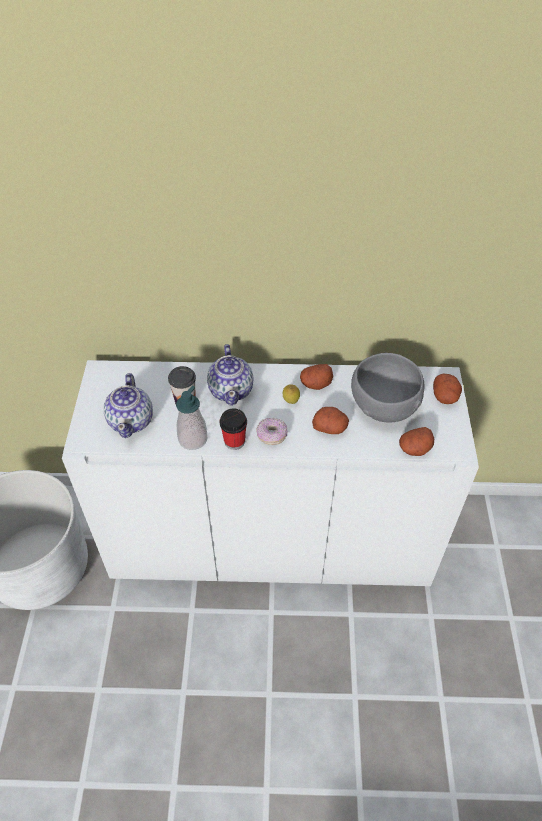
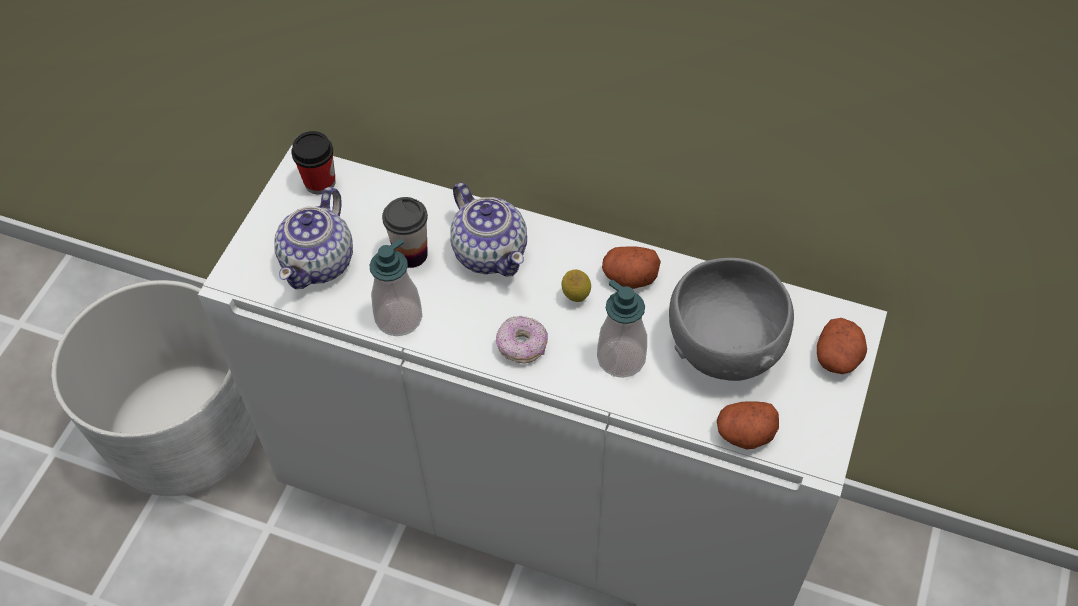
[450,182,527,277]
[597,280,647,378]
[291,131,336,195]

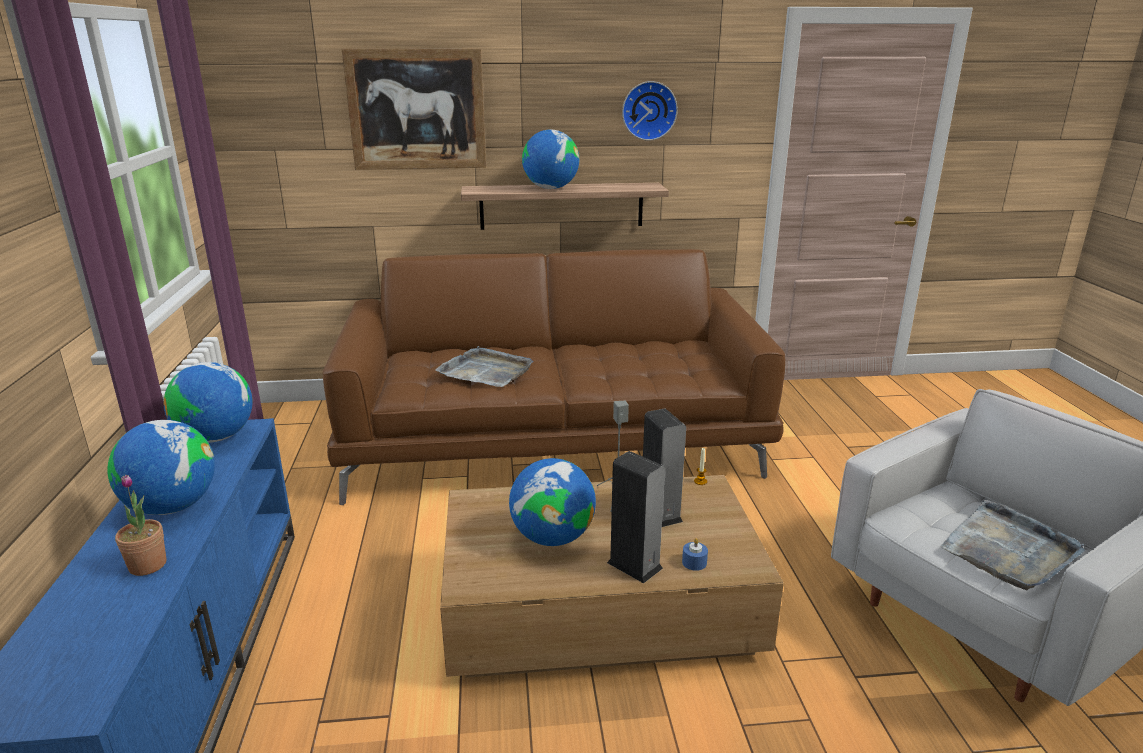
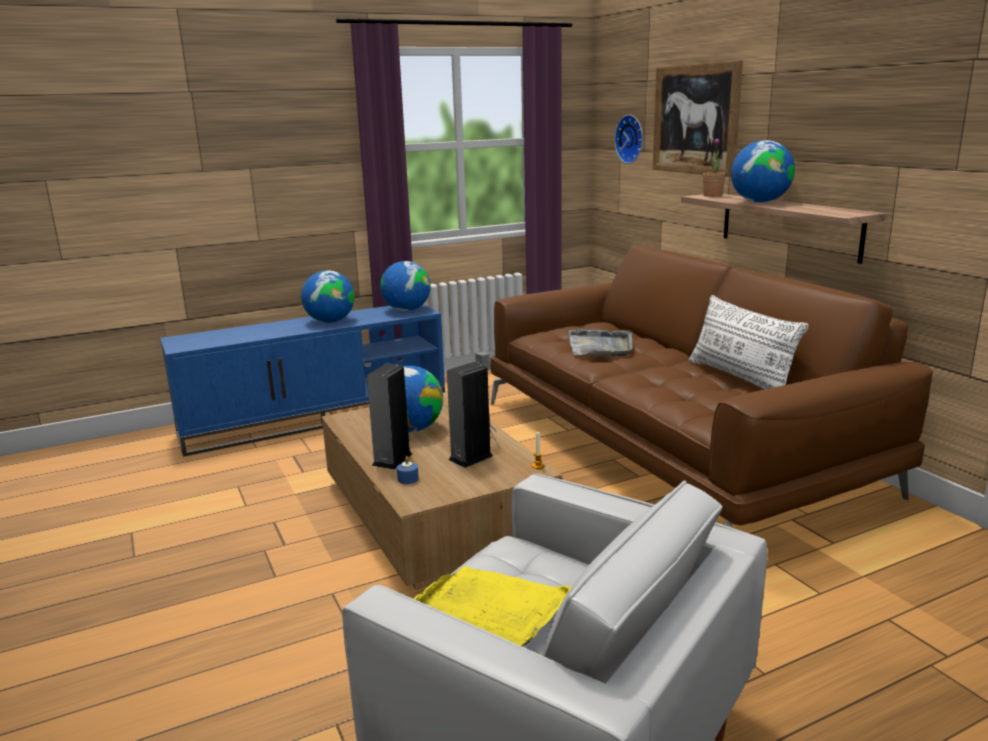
[614,115,643,164]
[703,138,725,197]
[413,566,572,647]
[689,295,809,389]

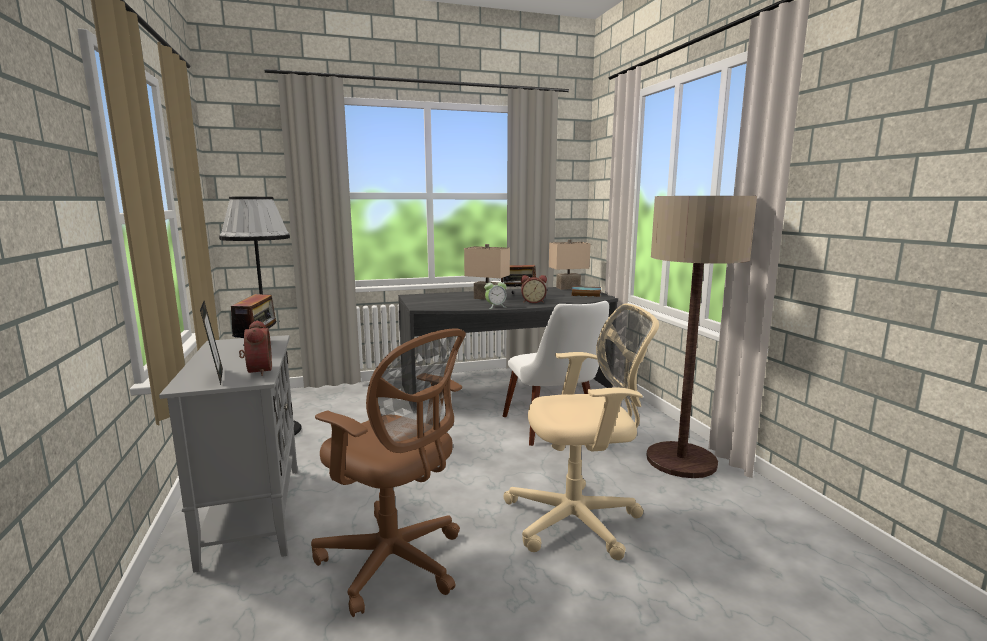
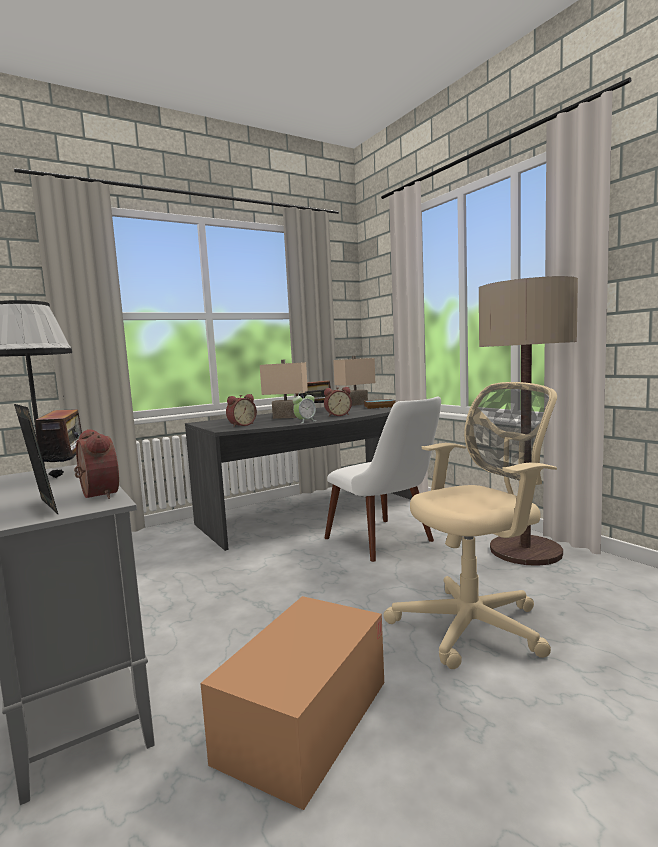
[200,596,384,810]
[226,394,257,427]

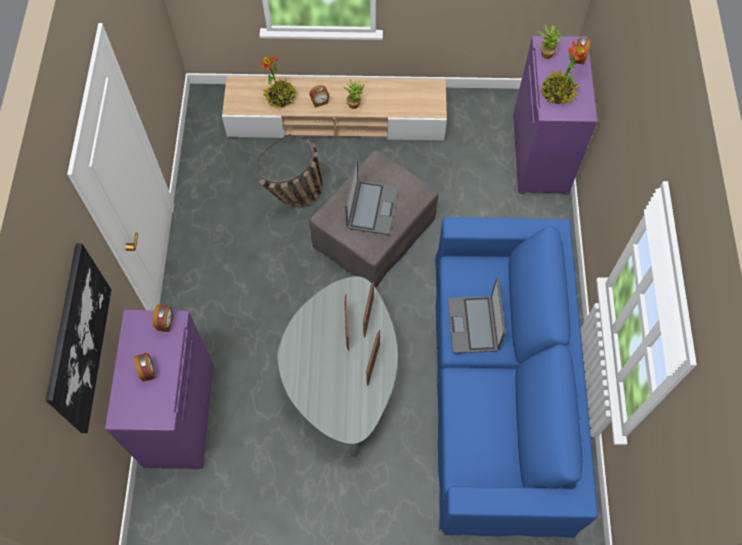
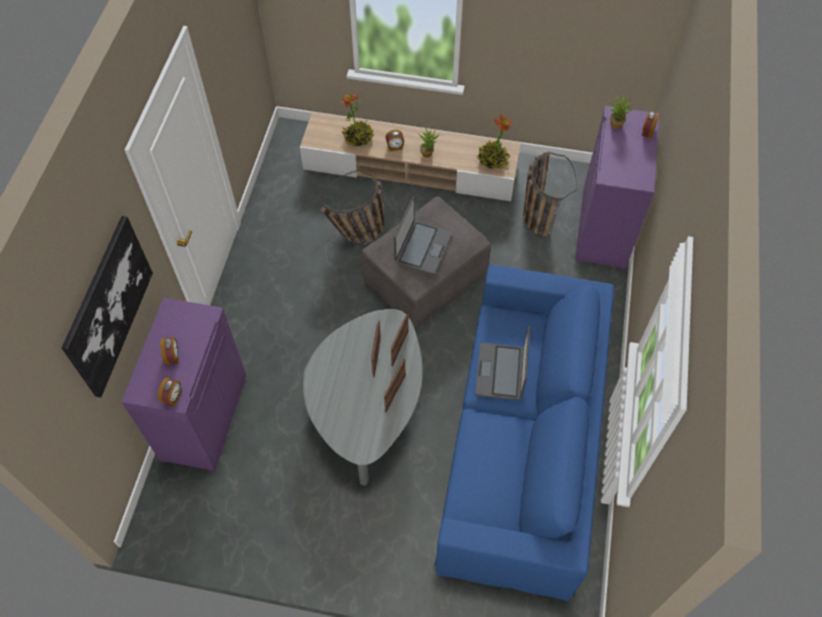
[477,114,512,169]
[158,378,182,407]
[523,152,577,237]

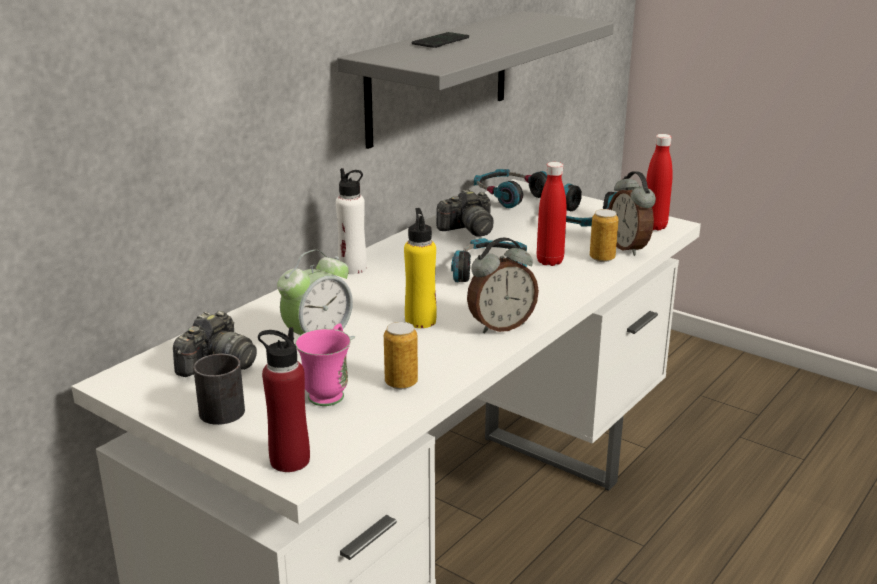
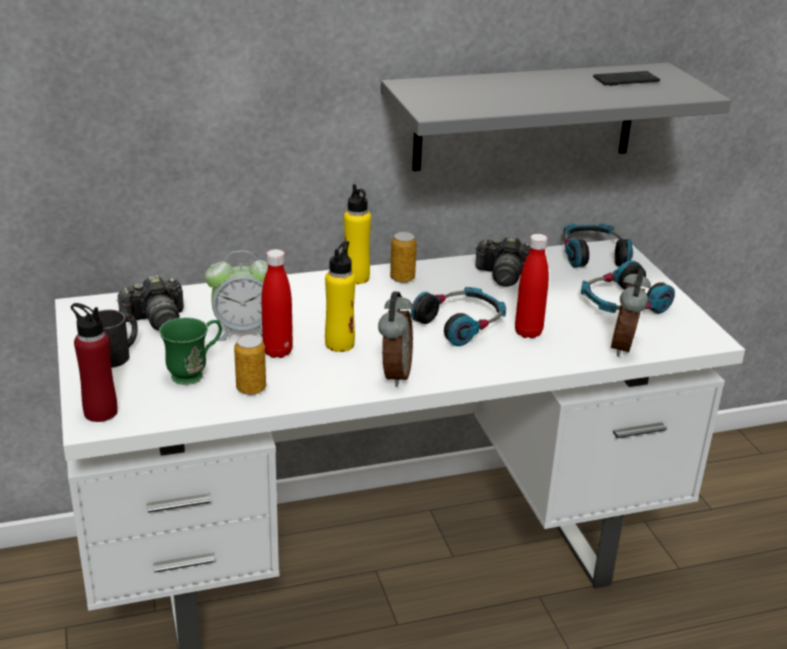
[593,71,660,86]
[261,249,293,358]
[344,184,371,284]
[390,232,417,283]
[378,292,413,387]
[159,318,222,385]

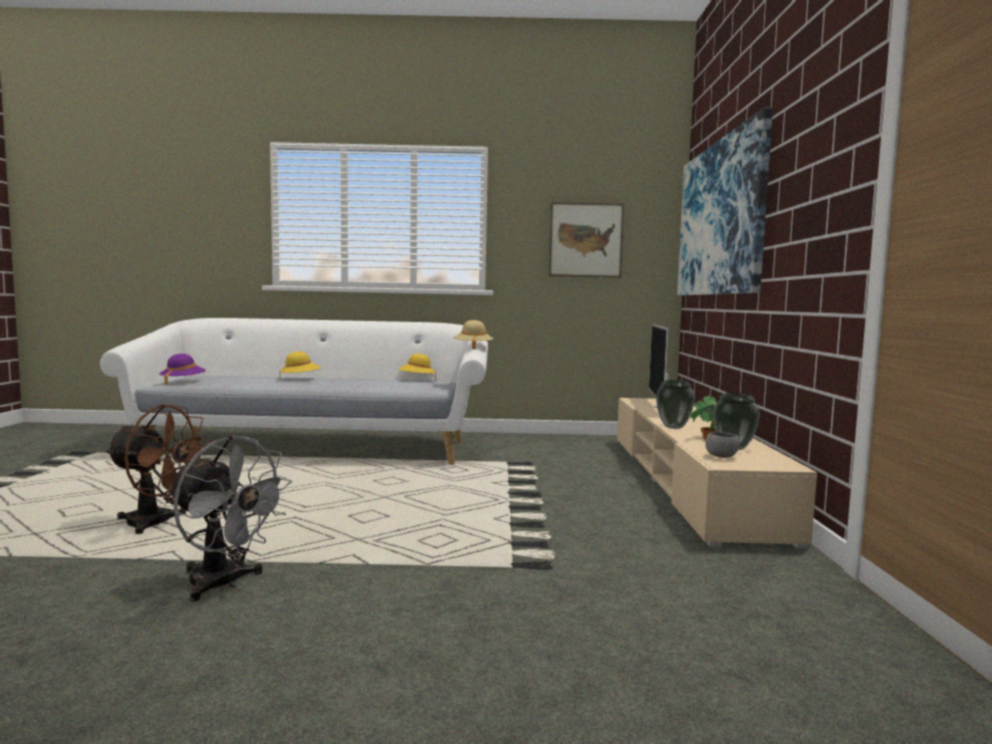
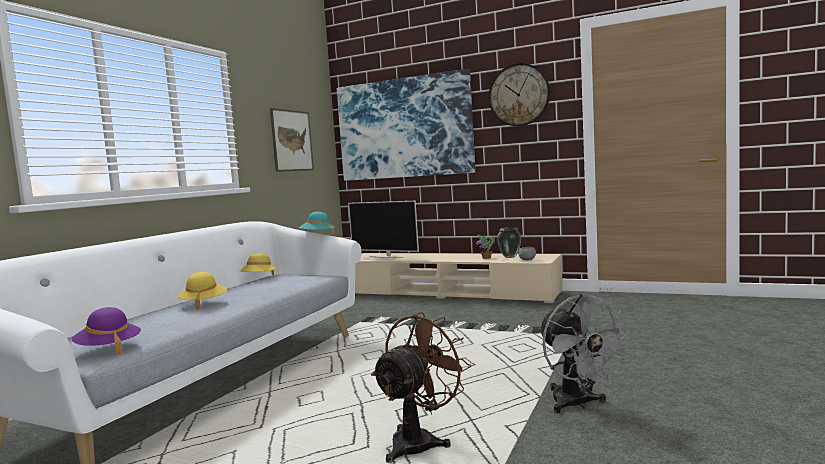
[299,212,335,236]
[656,380,695,429] (first image)
[538,294,629,413]
[488,63,550,126]

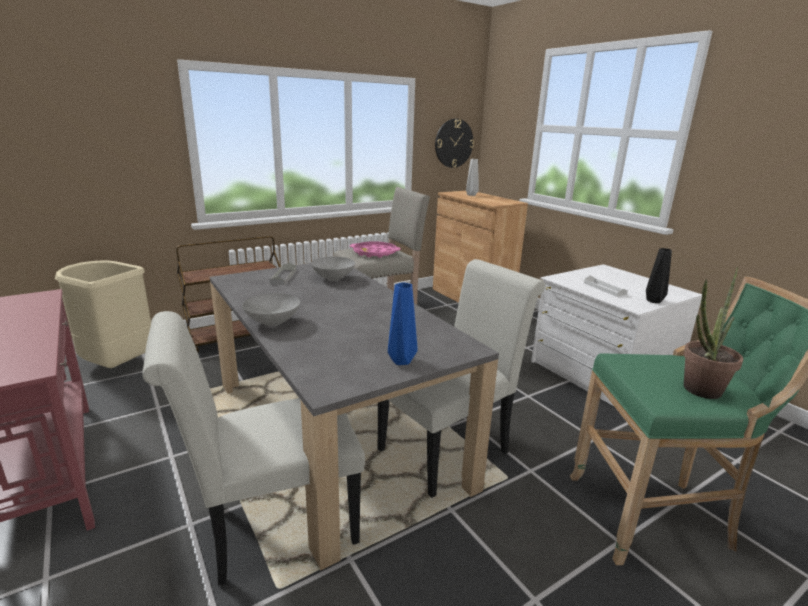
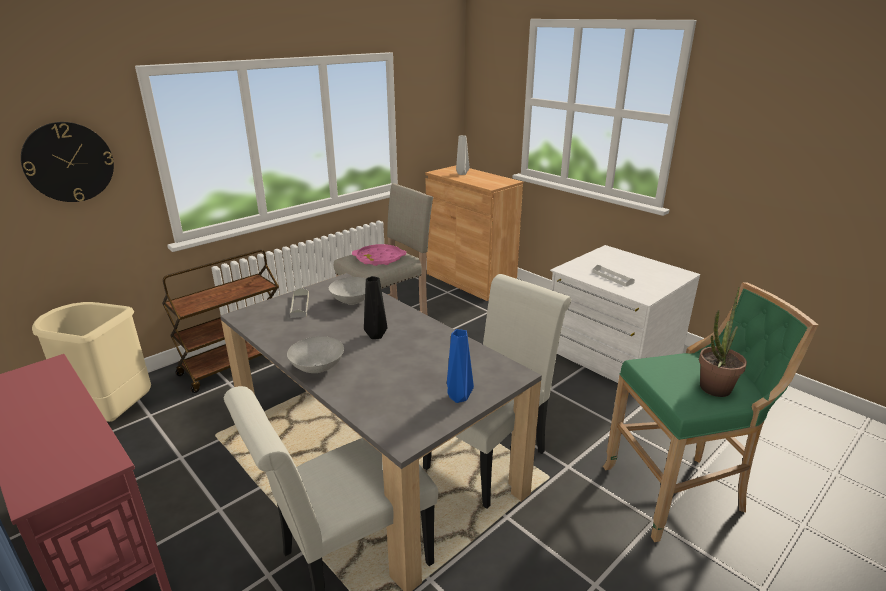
[21,122,114,202]
[364,276,387,339]

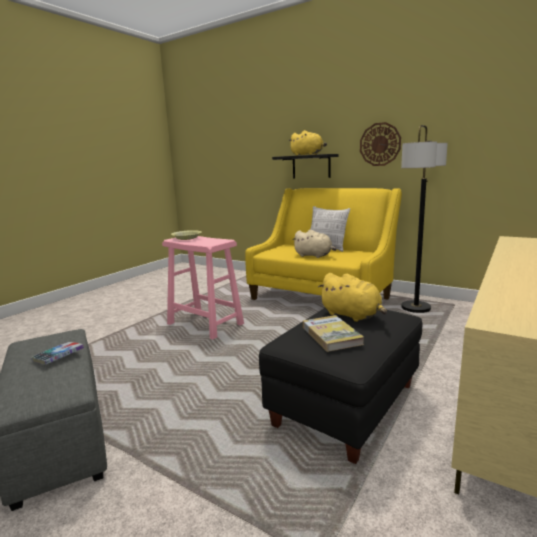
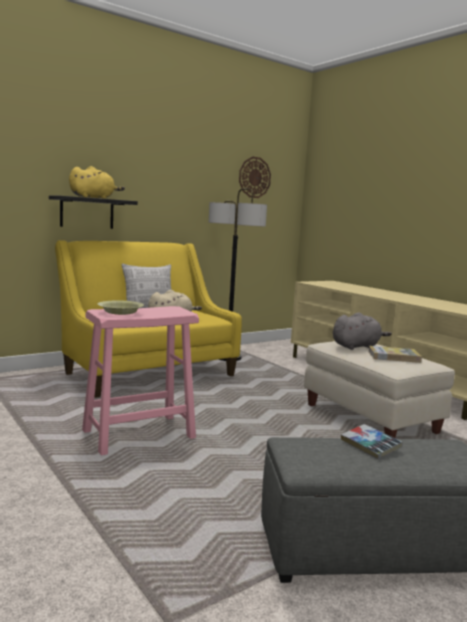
[239,157,271,198]
[333,312,392,350]
[304,341,455,438]

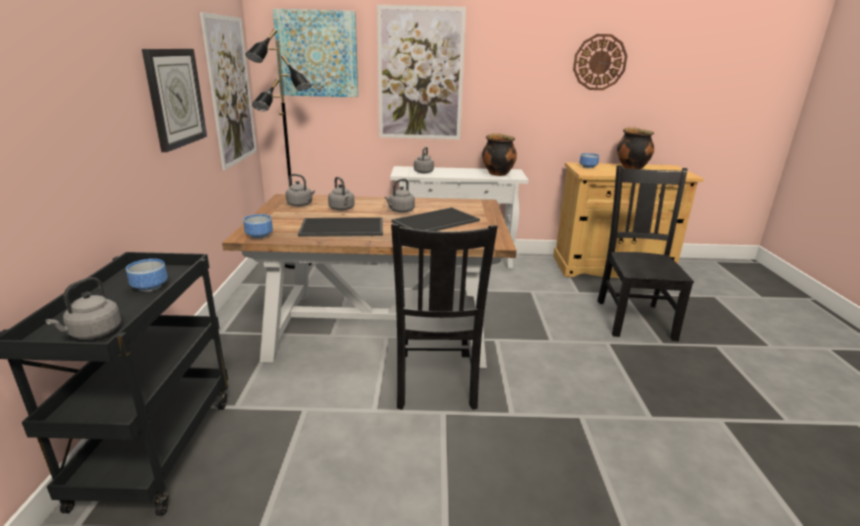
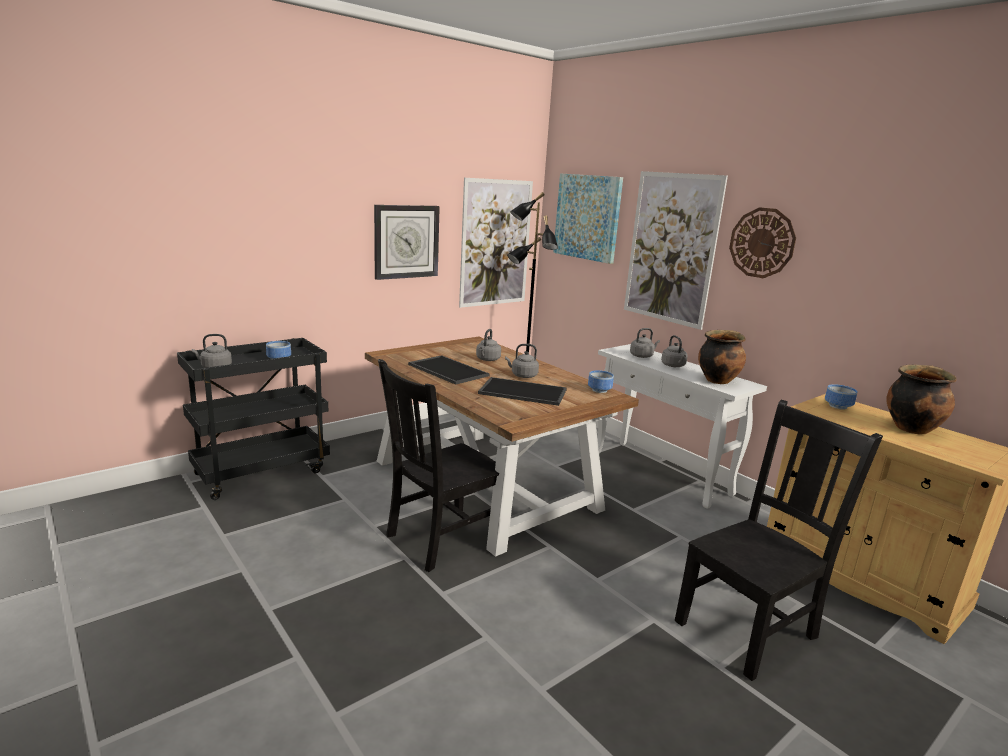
[729,207,796,278]
[661,335,688,367]
[588,370,614,393]

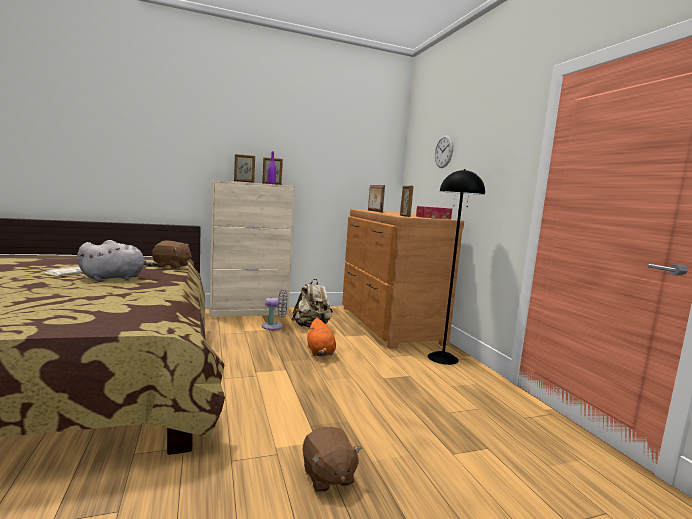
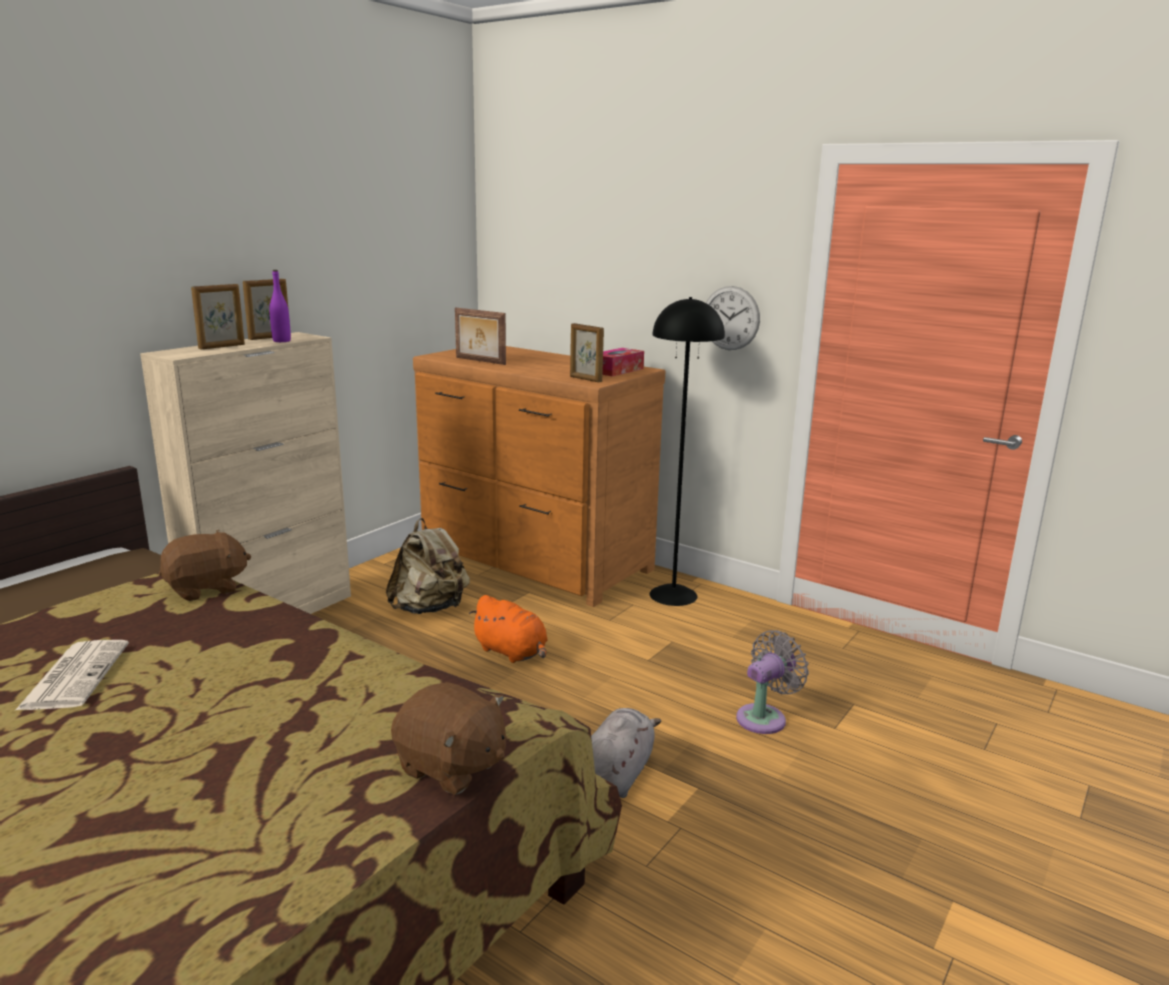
[706,286,760,350]
[591,708,661,798]
[736,630,809,734]
[391,682,506,795]

